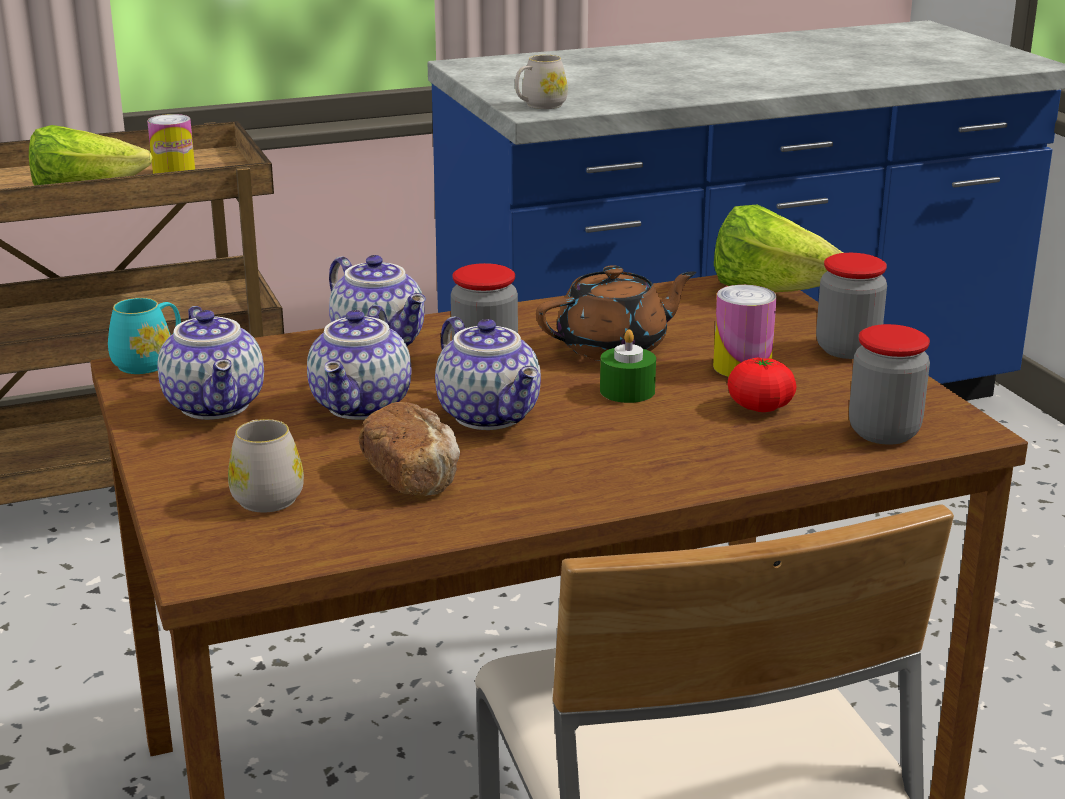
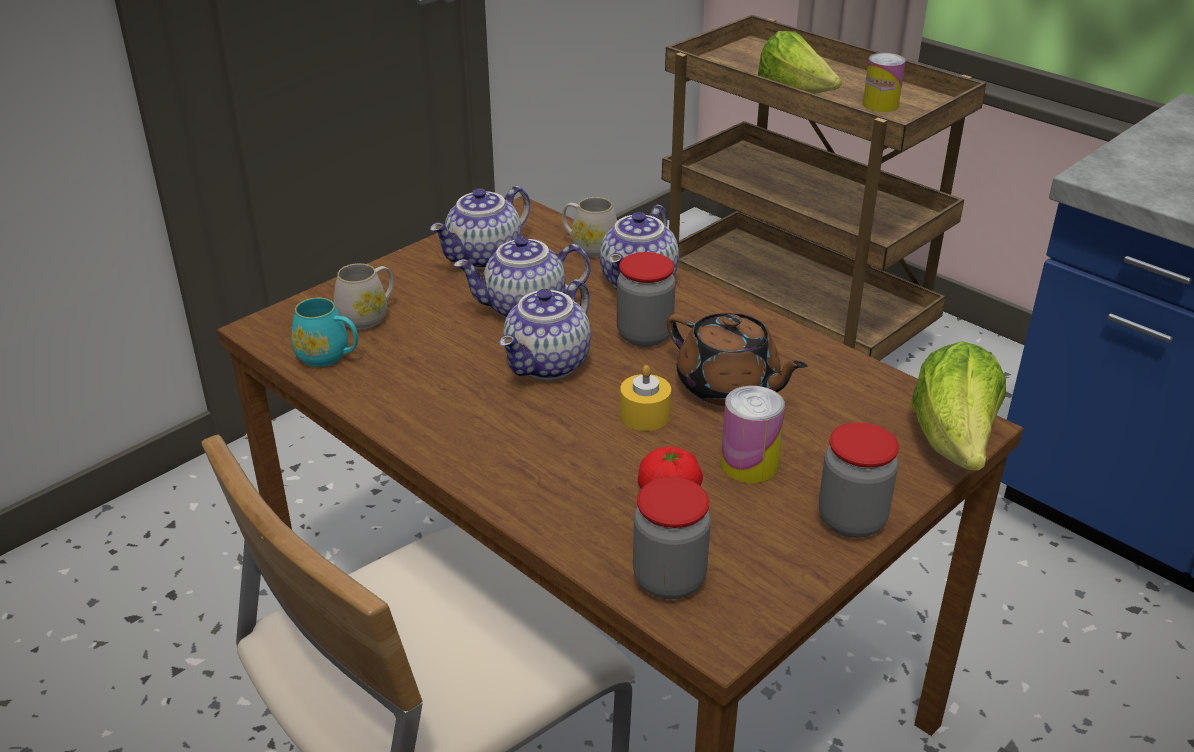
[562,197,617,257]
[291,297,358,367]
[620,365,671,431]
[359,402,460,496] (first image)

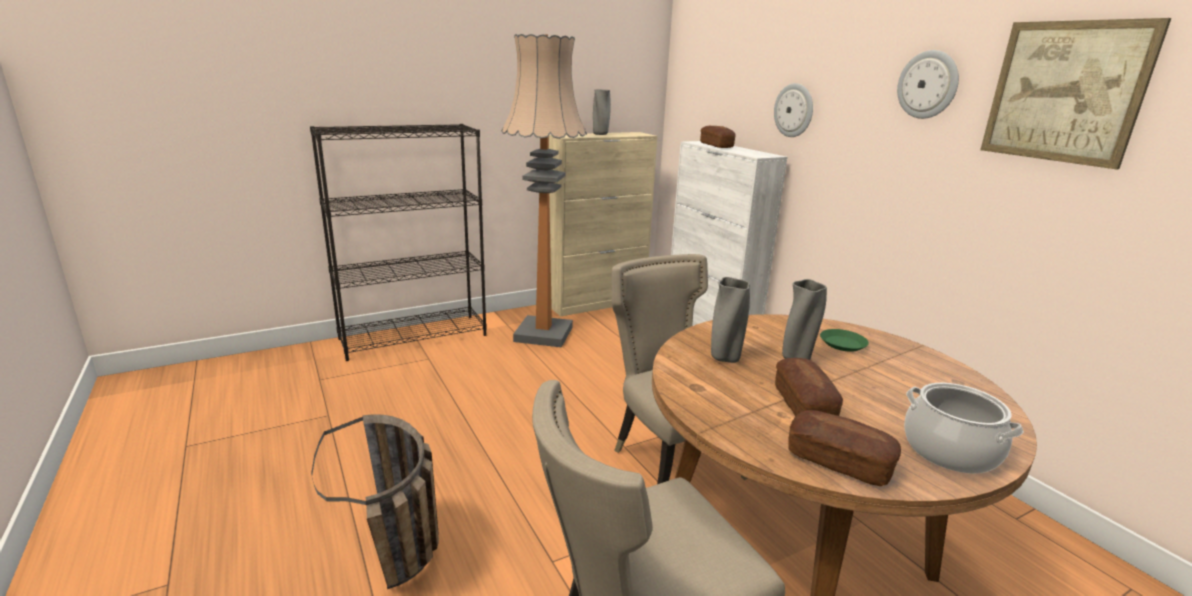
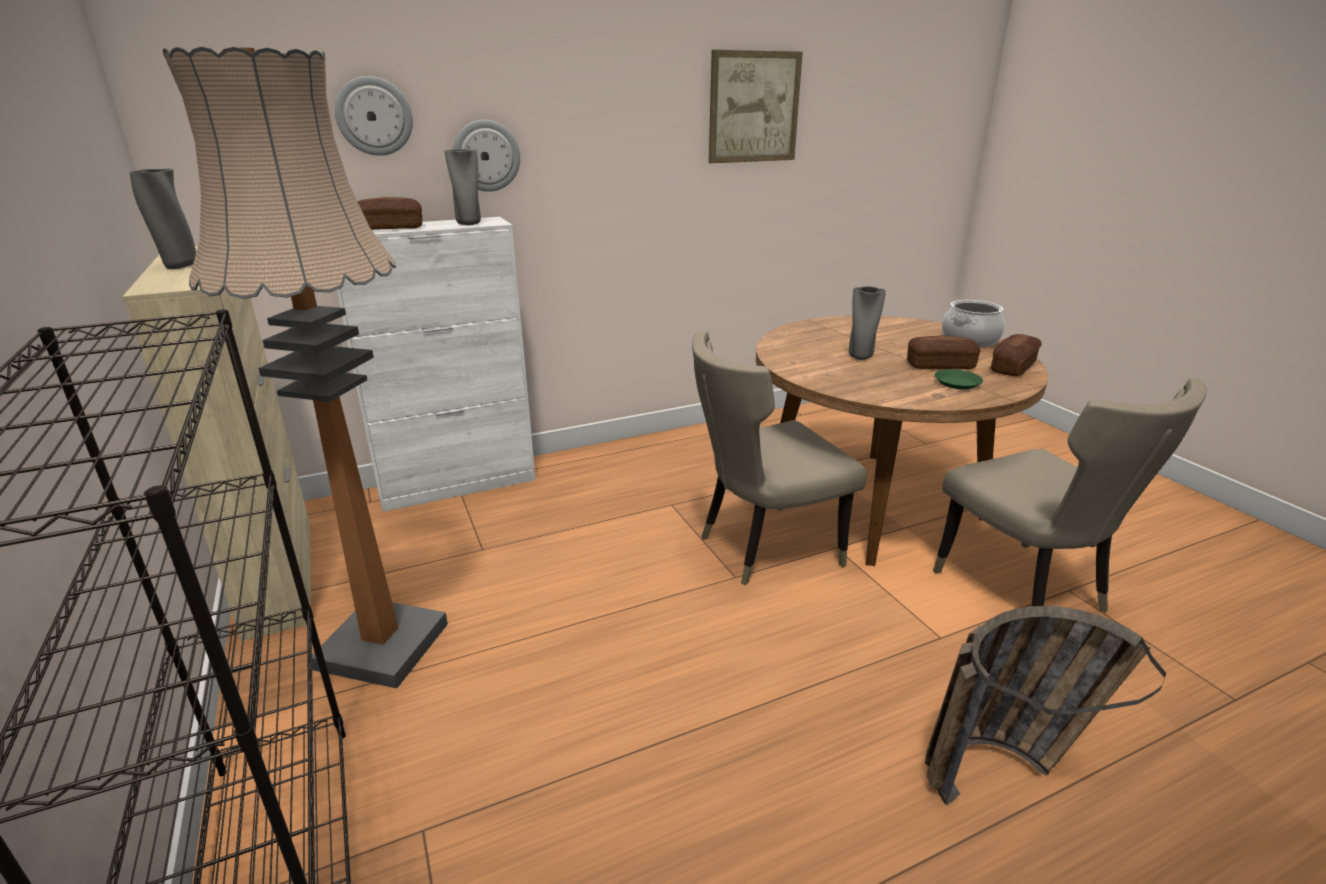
[335,76,413,156]
[444,149,481,225]
[934,369,983,389]

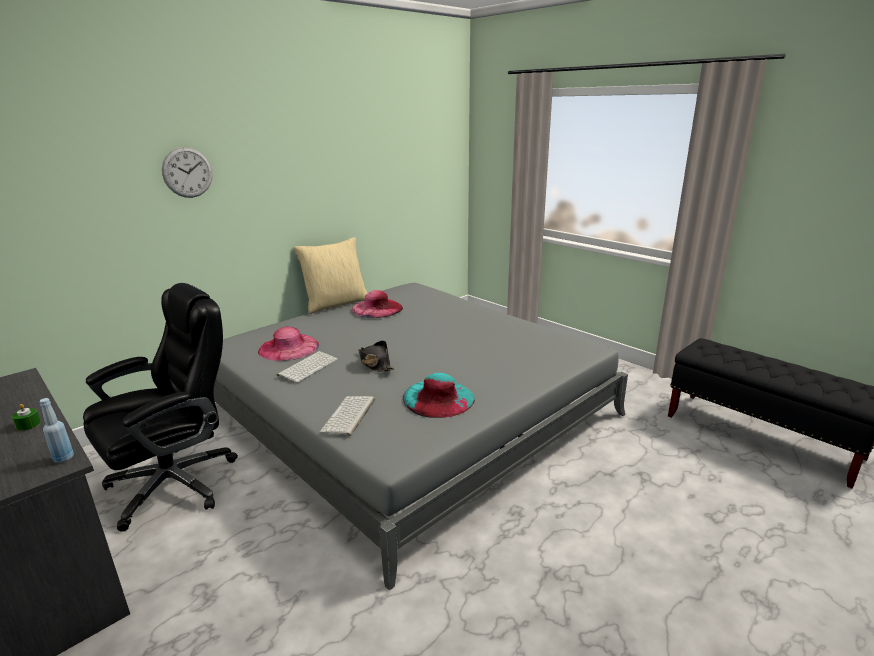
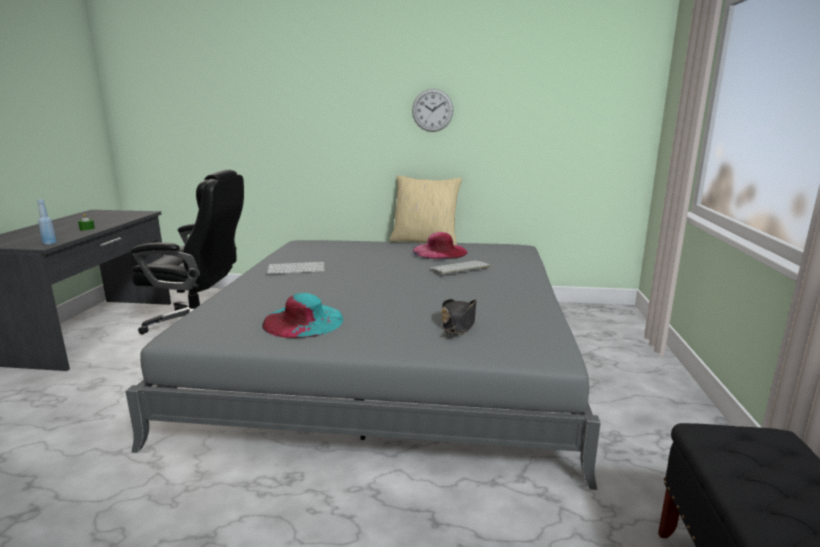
[412,89,454,132]
[258,327,319,361] (first image)
[441,299,477,335]
[430,261,490,275]

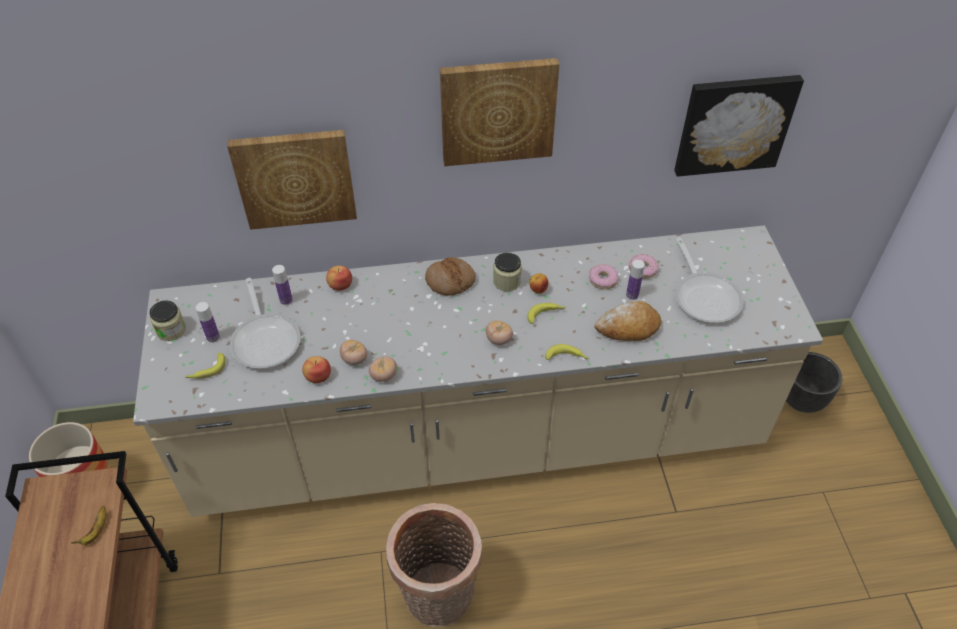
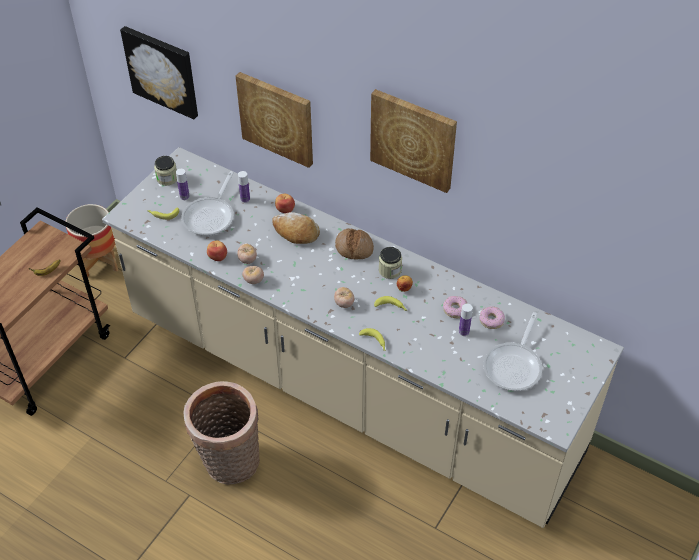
[120,26,198,119]
[272,212,320,244]
[786,352,842,413] (first image)

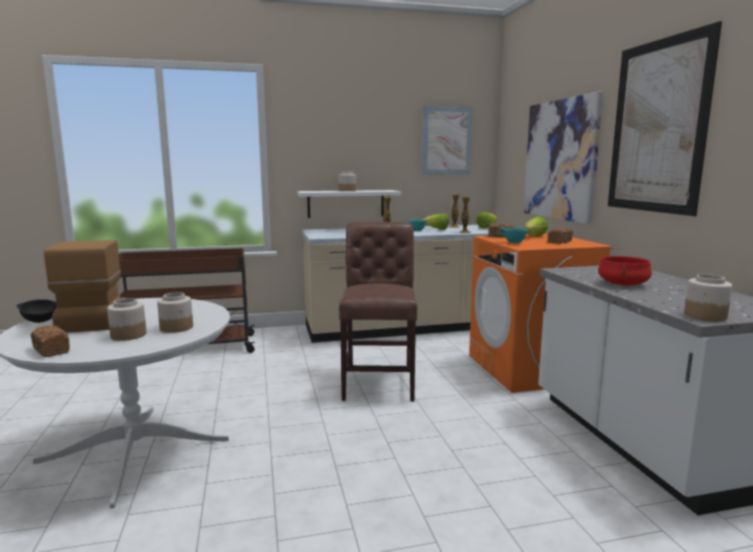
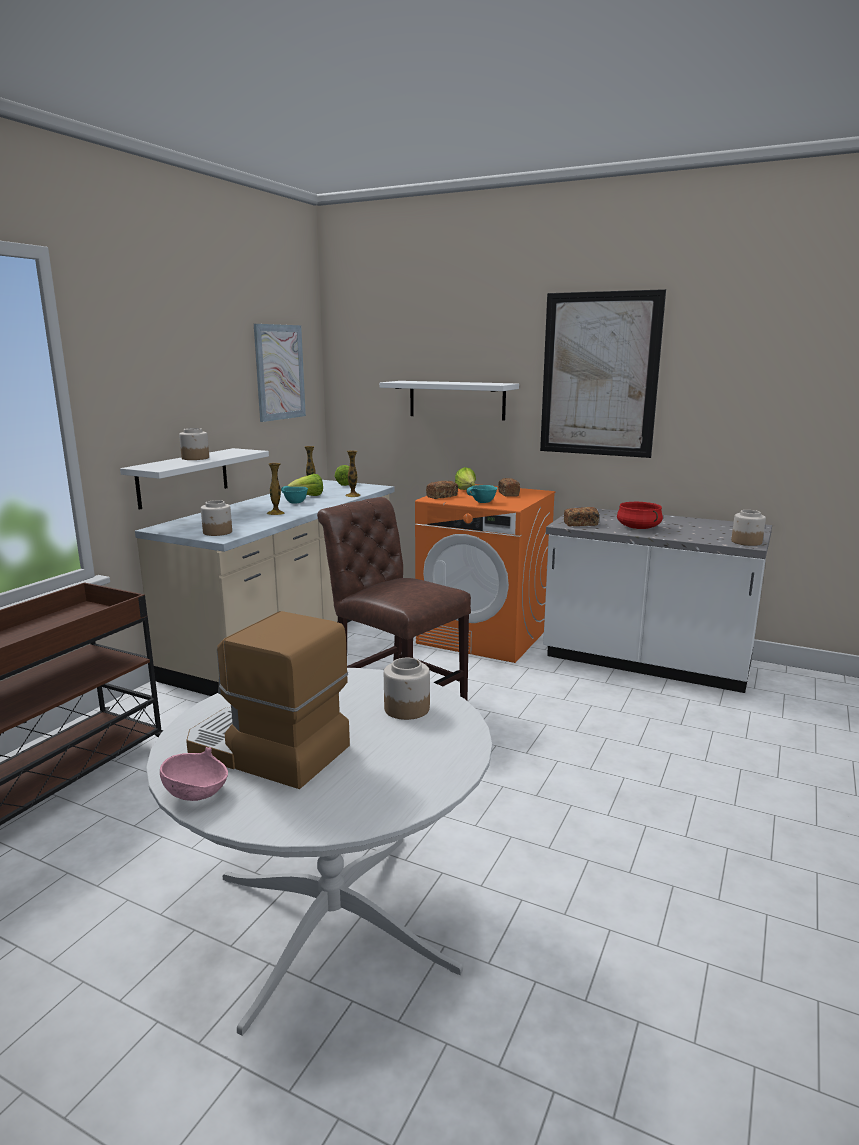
[379,381,519,421]
[201,500,232,536]
[160,747,228,801]
[564,507,599,527]

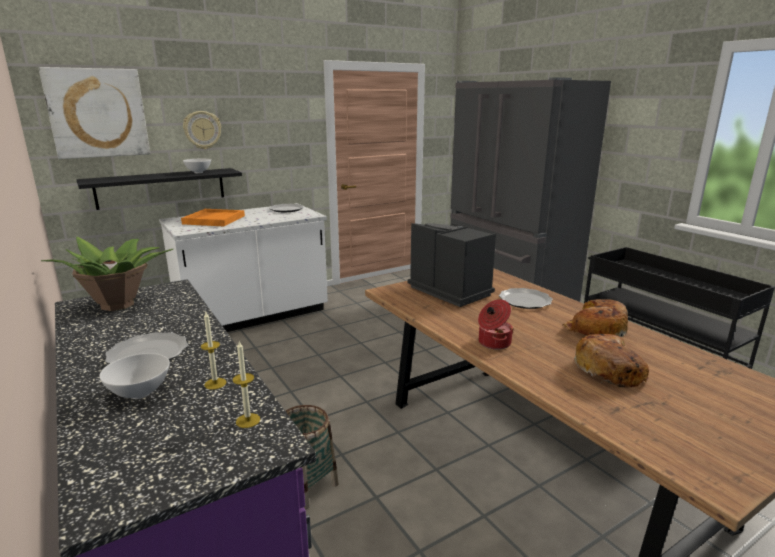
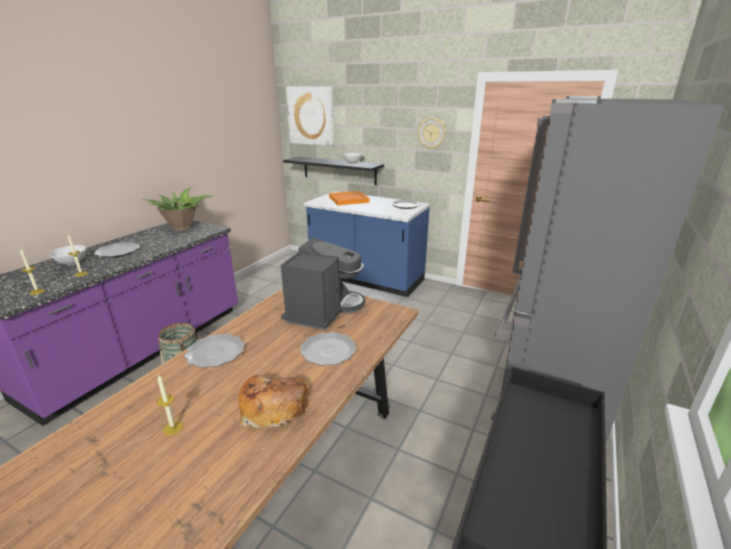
[417,117,446,150]
[303,191,431,297]
[184,334,244,368]
[157,374,183,436]

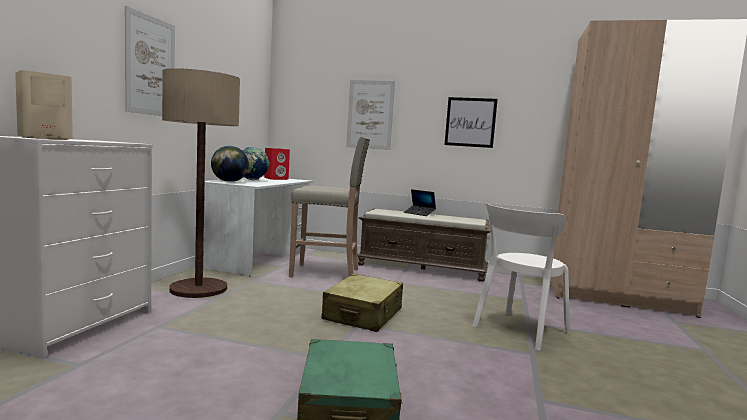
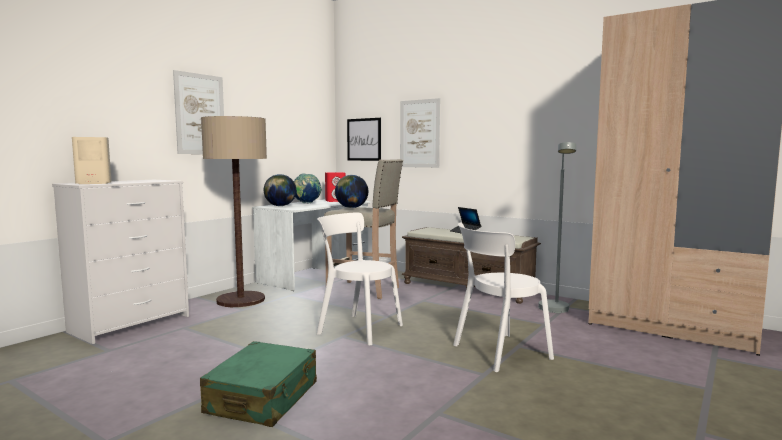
[347,118,381,161]
[317,212,403,345]
[538,142,576,313]
[335,175,368,208]

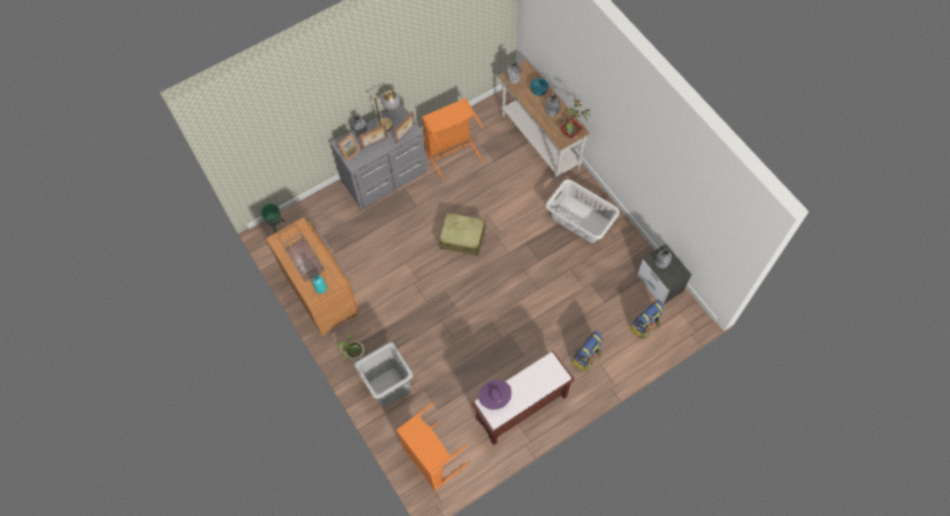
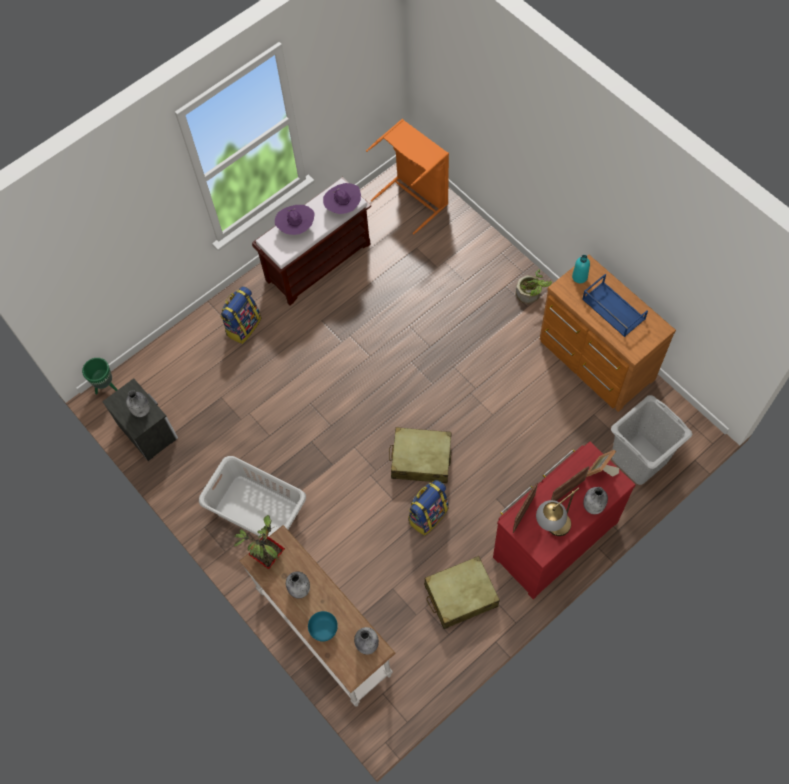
[424,556,500,629]
[493,441,636,600]
[82,358,118,394]
[582,274,648,337]
[408,480,448,536]
[611,395,692,485]
[275,205,314,235]

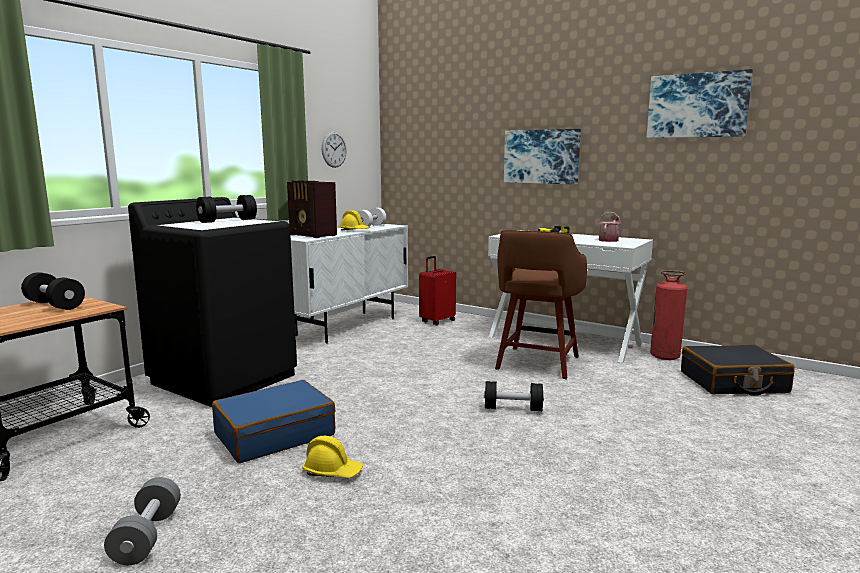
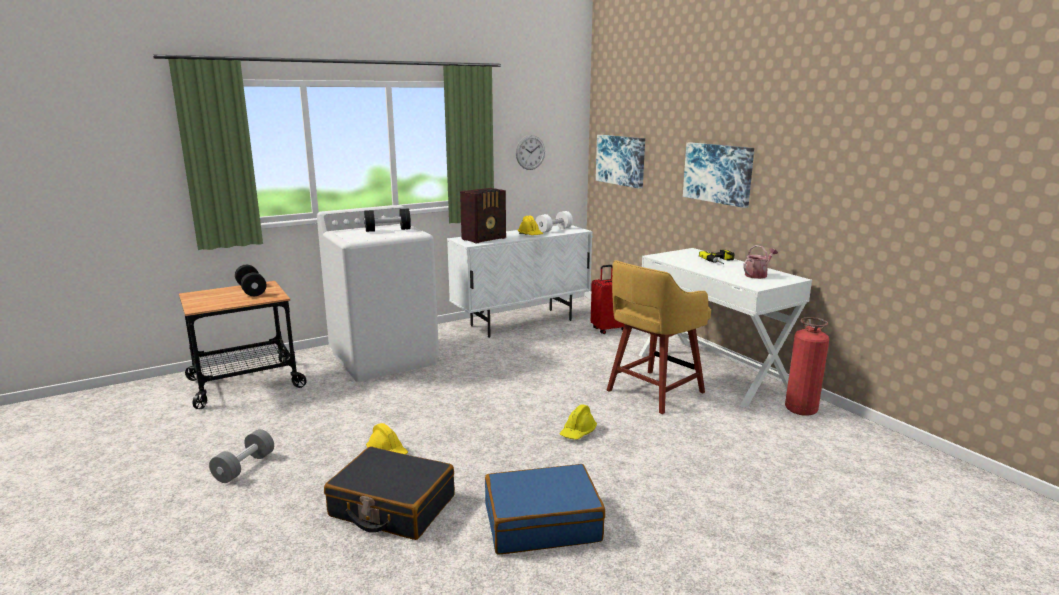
[596,135,645,189]
[460,188,506,244]
[317,205,439,382]
[607,260,711,414]
[324,446,455,540]
[485,464,605,555]
[560,404,597,440]

